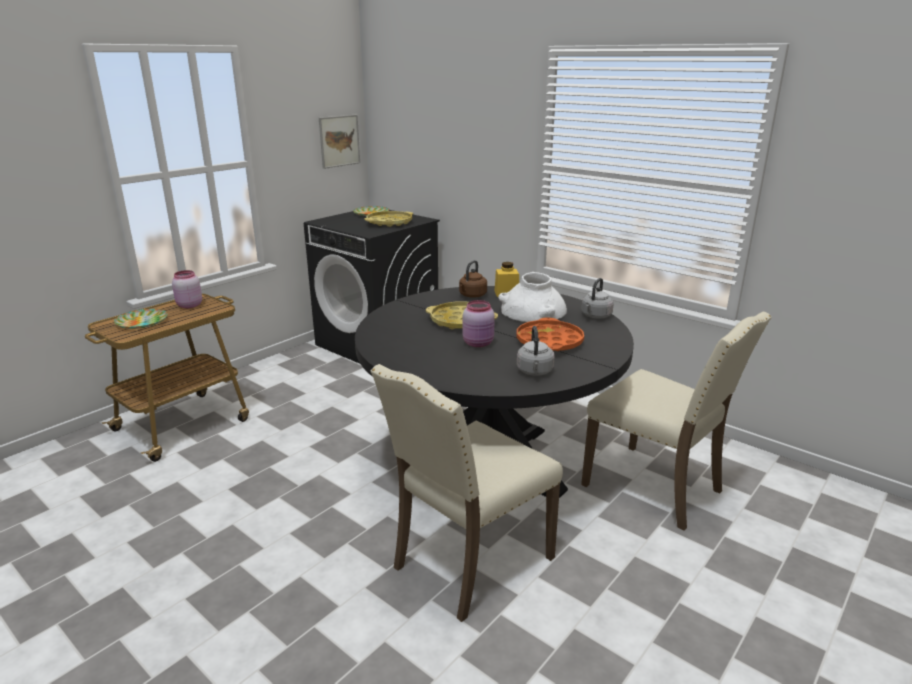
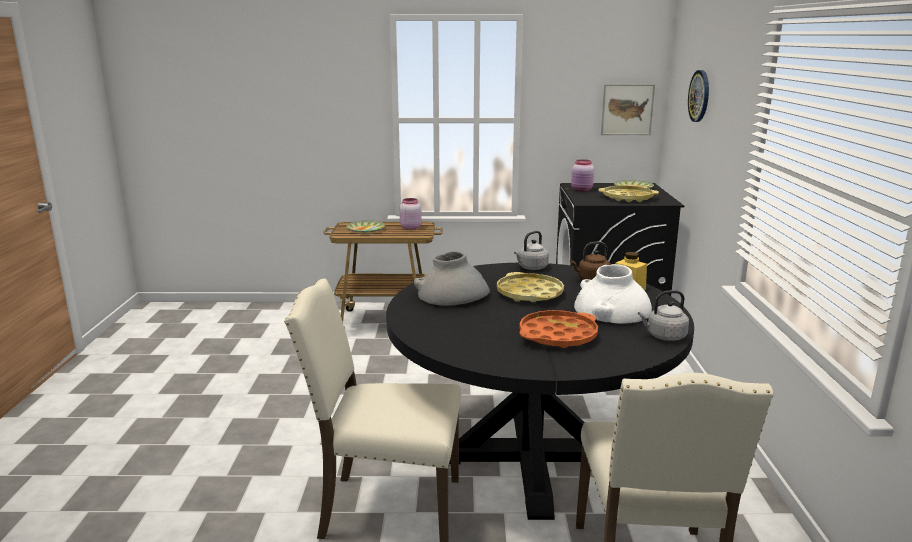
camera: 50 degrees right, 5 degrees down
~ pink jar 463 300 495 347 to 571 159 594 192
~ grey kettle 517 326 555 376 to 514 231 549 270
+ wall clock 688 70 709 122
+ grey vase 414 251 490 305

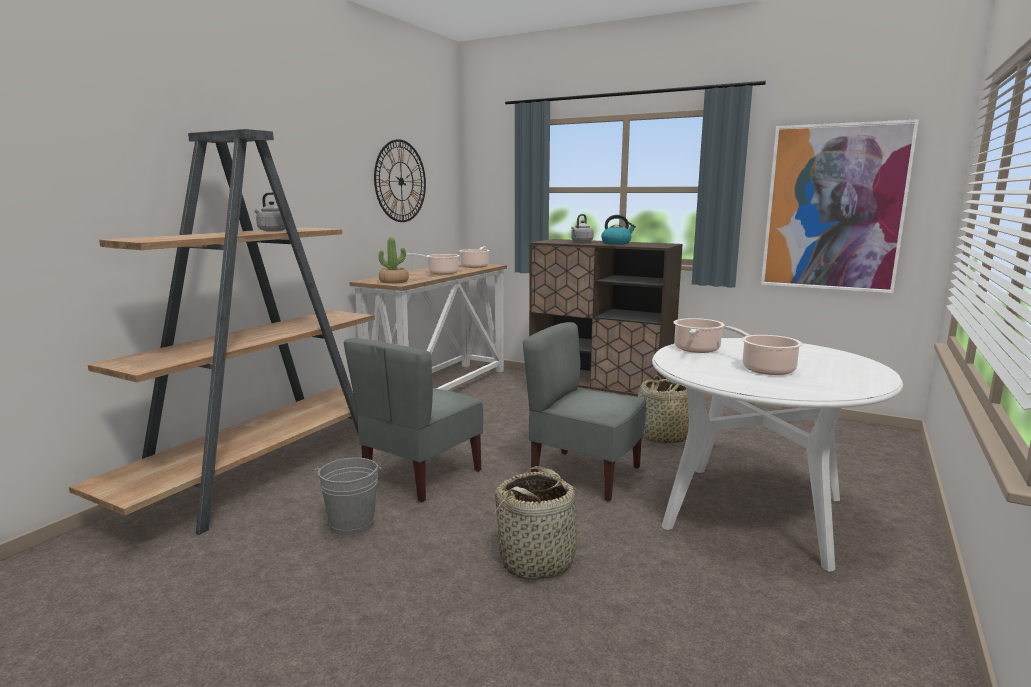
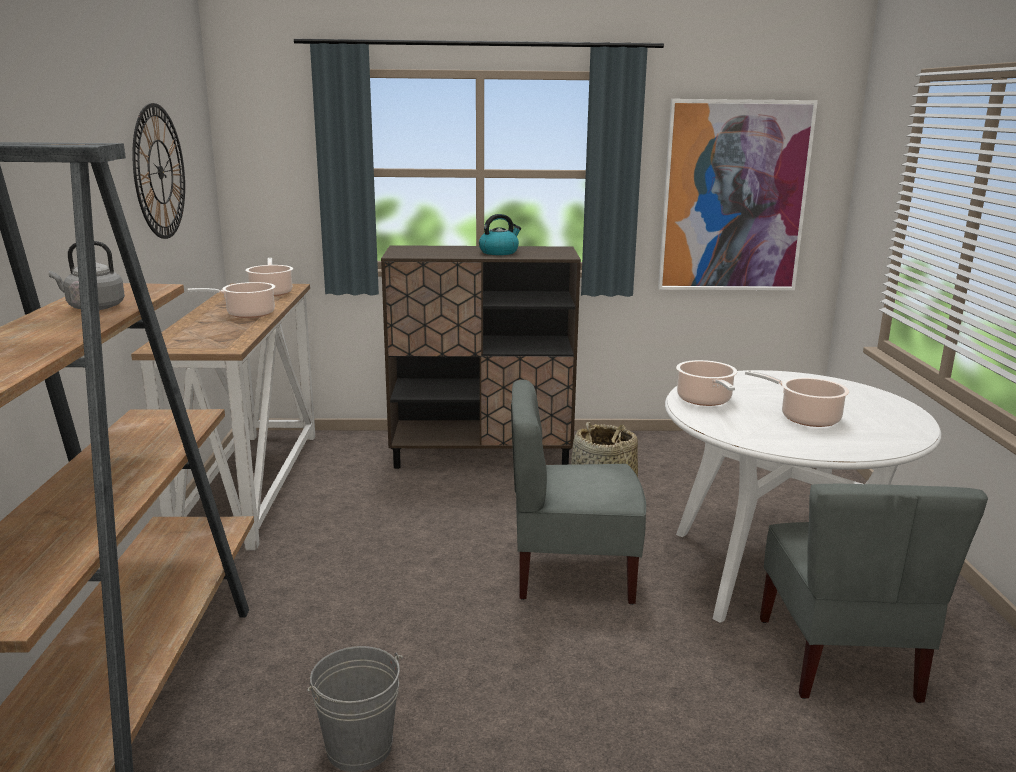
camera: 30 degrees left, 5 degrees up
- grey kettle 571 214 594 242
- potted plant 378 237 409 284
~ grey chair 344 338 483 503 to 760 484 988 703
- basket 491 466 590 580

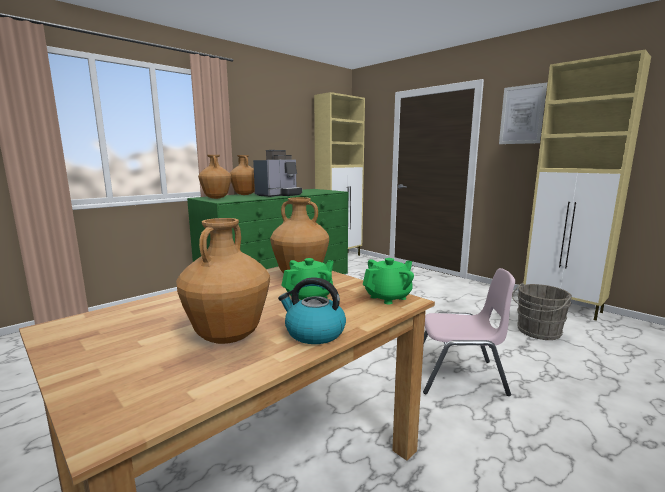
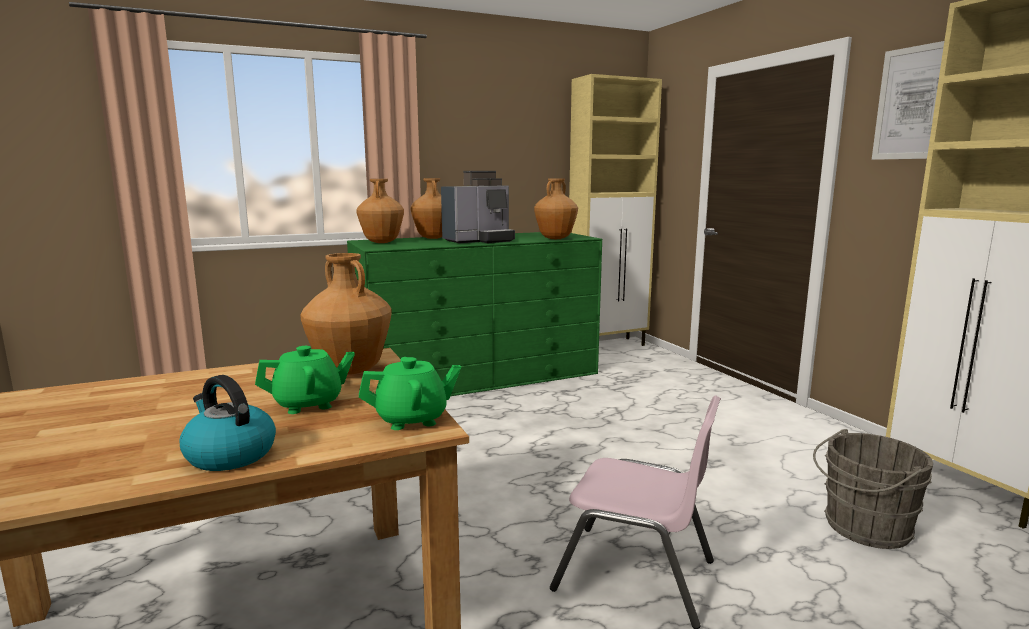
camera: 20 degrees right, 0 degrees up
~ brown vase 176 218 270 344 to 534 178 578 239

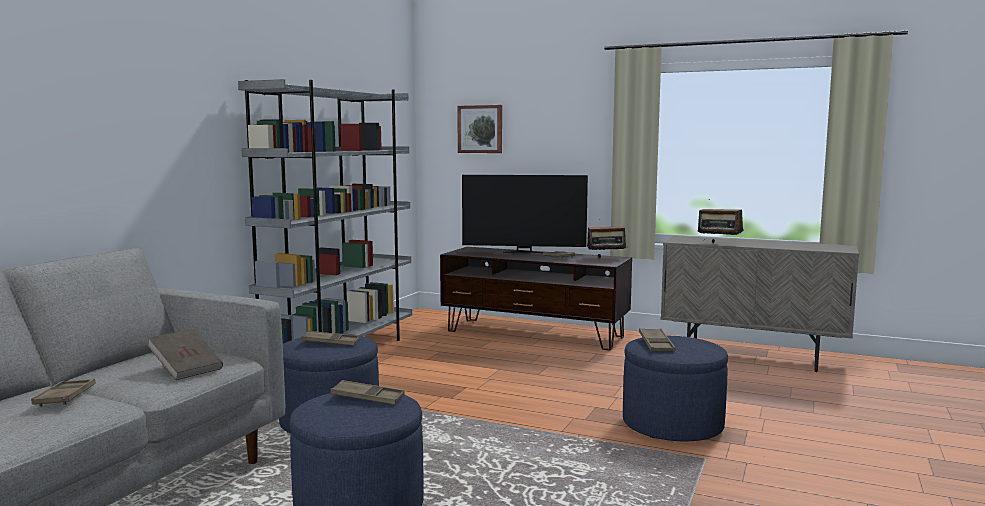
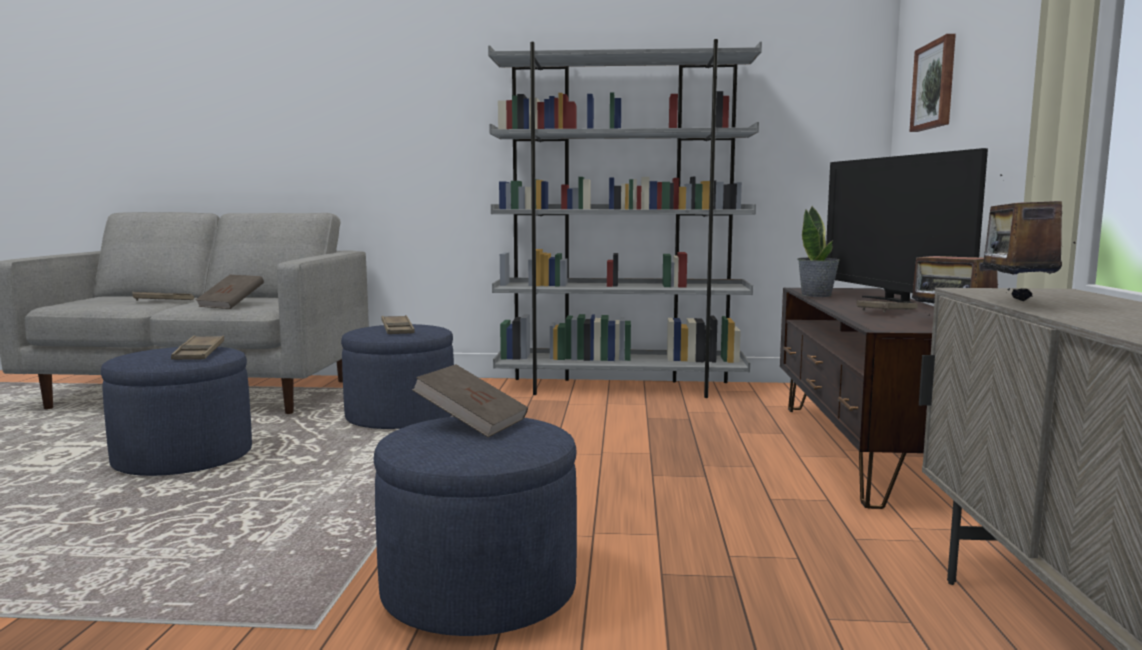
camera: 70 degrees right, 0 degrees up
~ brown tray 639 328 675 351 to brown book 412 364 528 438
+ potted plant 797 206 840 297

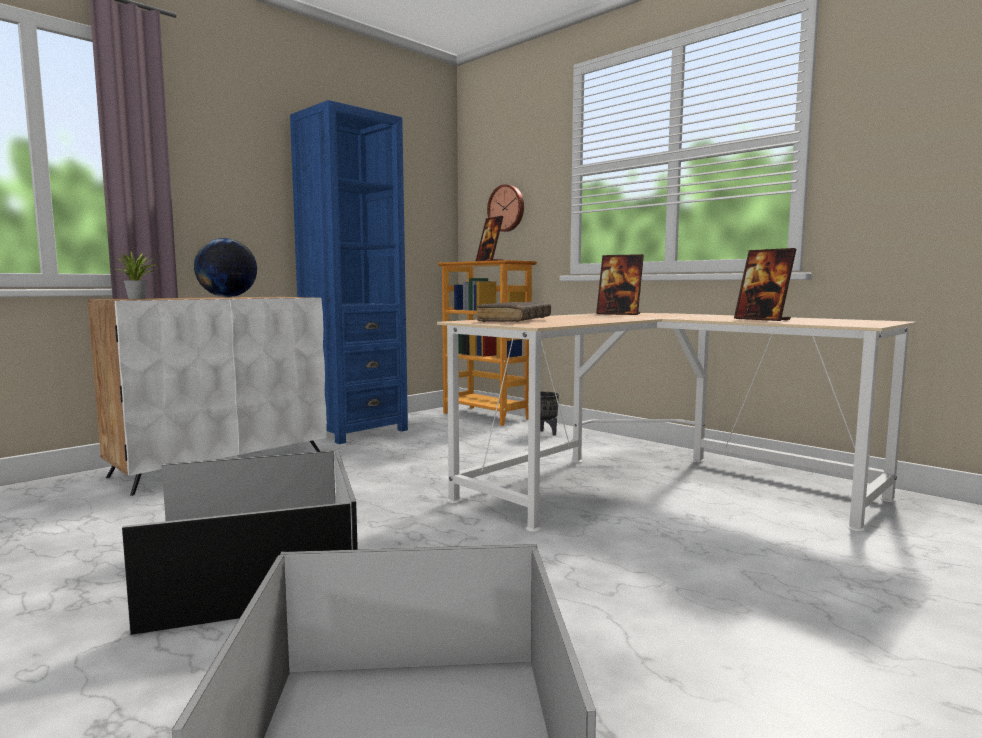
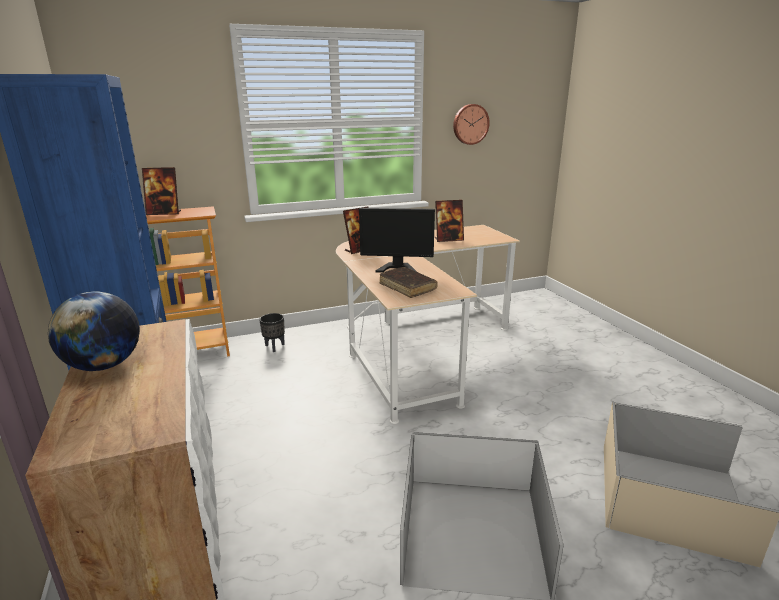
camera: 65 degrees left, 15 degrees up
~ wall clock 487 184 524 232 to 453 104 490 145
- potted plant 114 252 158 299
+ monitor 359 208 435 273

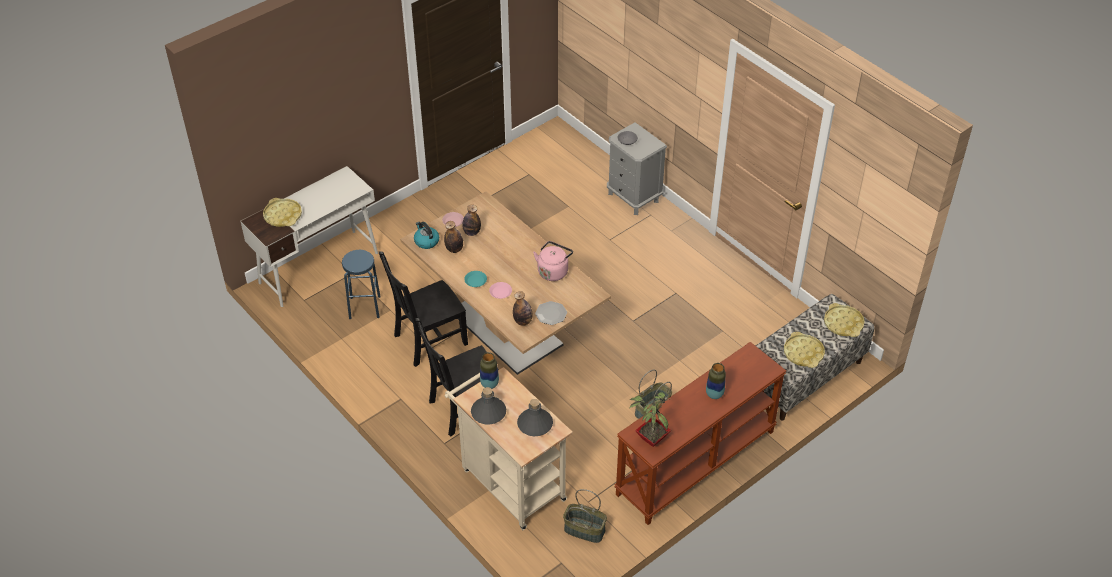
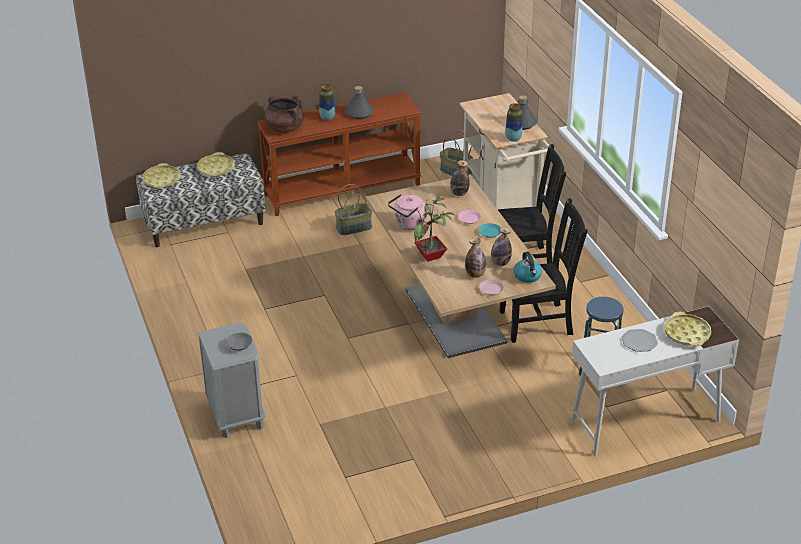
camera: 160 degrees left, 10 degrees down
~ plate 535 301 567 325 to 621 329 658 352
~ potted plant 629 389 672 447 to 414 195 456 262
~ grey bottle 517 399 553 436 to 345 86 374 119
+ brown cooking pot 264 96 304 133

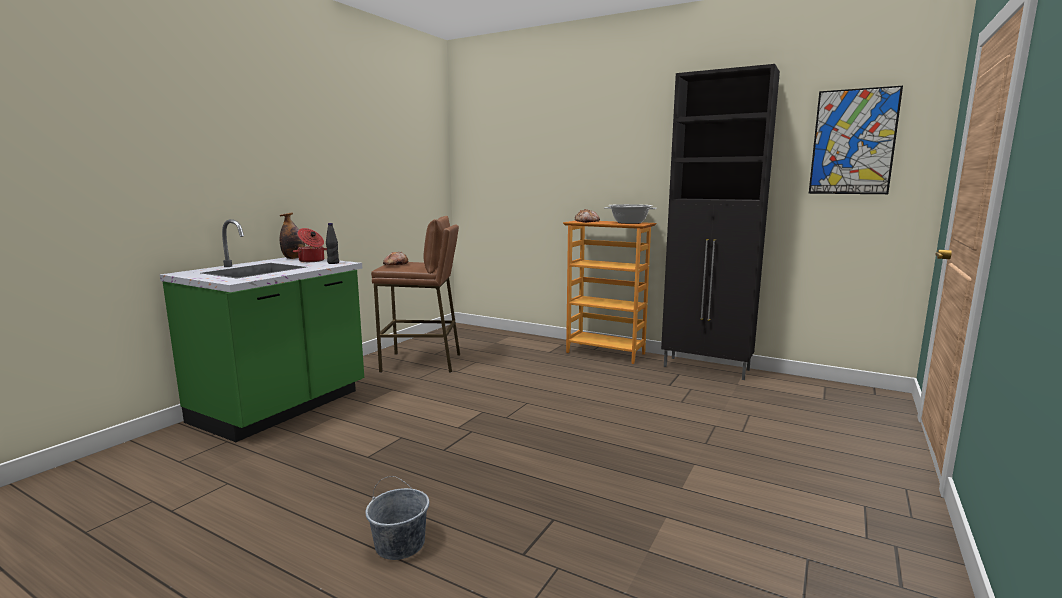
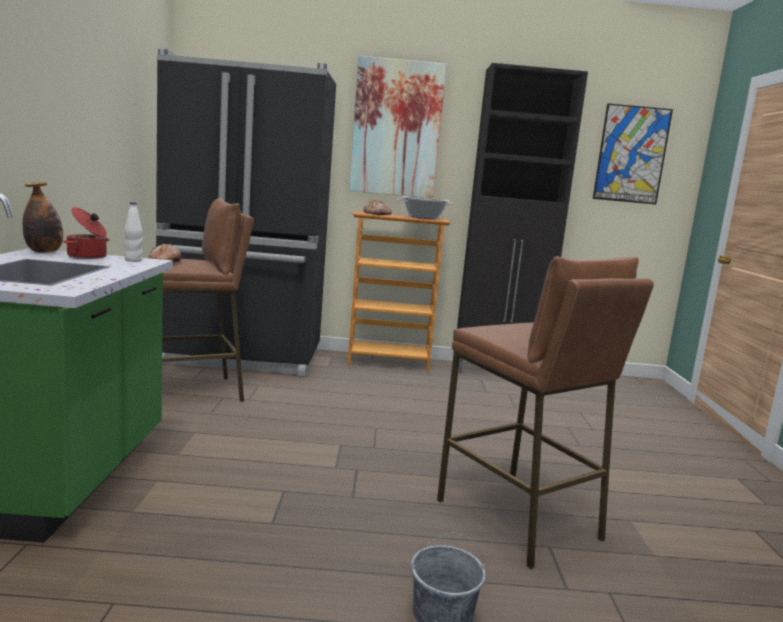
camera: 30 degrees left, 0 degrees up
~ black bottle 326 223 339 264 to white bottle 124 202 143 262
+ black fridge 156 49 336 377
+ picture 349 56 447 198
+ brown stool 437 256 654 569

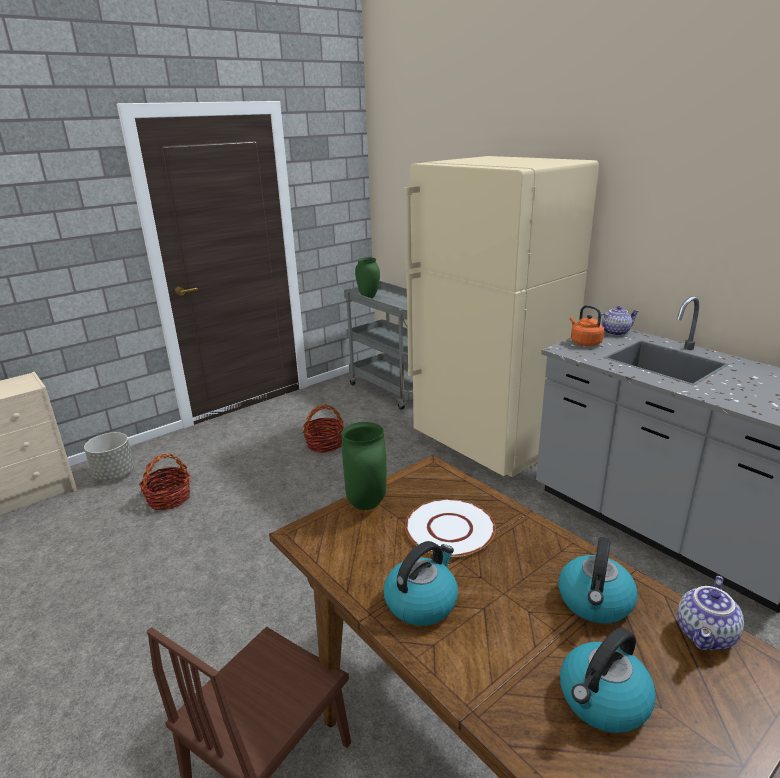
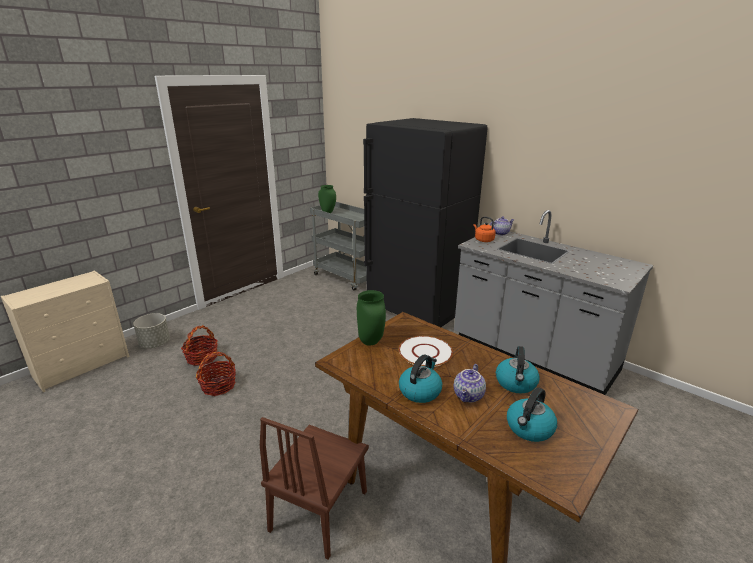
camera: 10 degrees left, 0 degrees up
~ beige fridge 404 156 599 477 to black fridge 363 118 488 327
~ basket 303 404 344 453 to 196 352 236 396
~ teapot 677 576 744 650 to 454 364 486 402

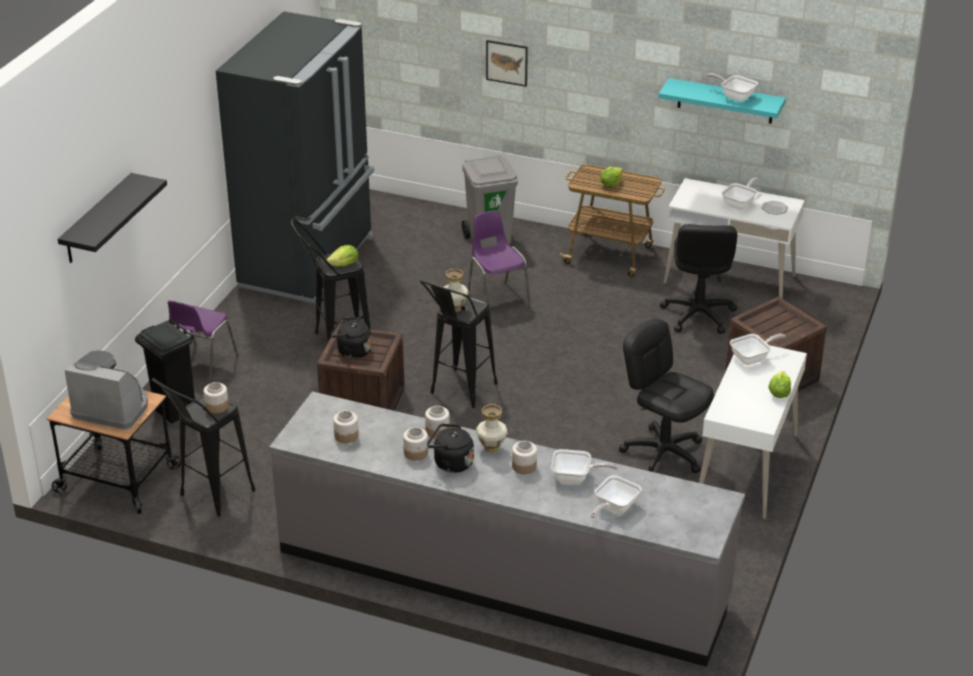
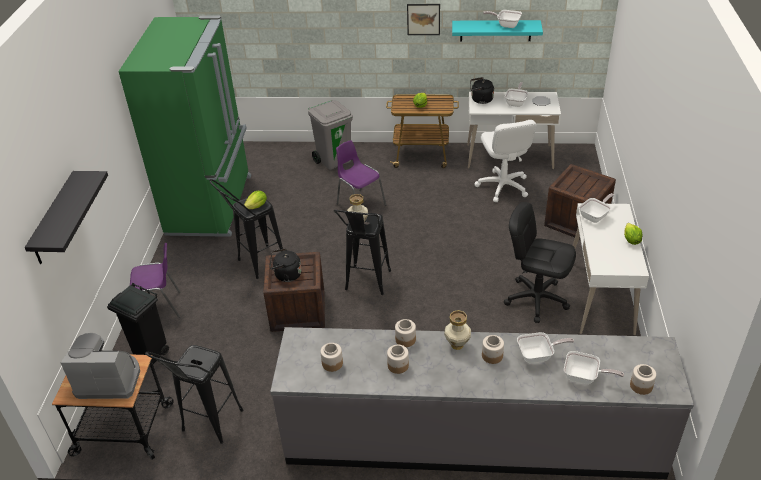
camera: 15 degrees left, 5 degrees up
~ black fridge 216 11 374 304 to green fridge 118 15 251 237
~ picture 486 40 528 87 to 407 4 440 35
~ black office chair 660 224 737 334 to white office chair 475 120 537 202
~ purple chair 167 300 239 384 = 130 243 181 318 105 degrees counterclockwise
~ jar 204 382 229 413 to 630 364 656 395
~ black kettle 427 424 474 473 to 470 77 494 104
~ frying pan 590 475 642 518 = 564 351 624 384 90 degrees counterclockwise

